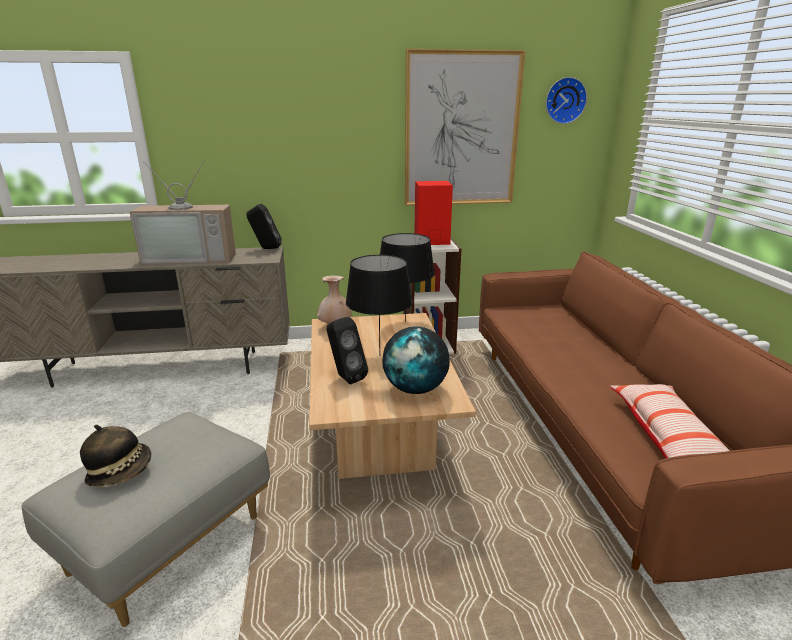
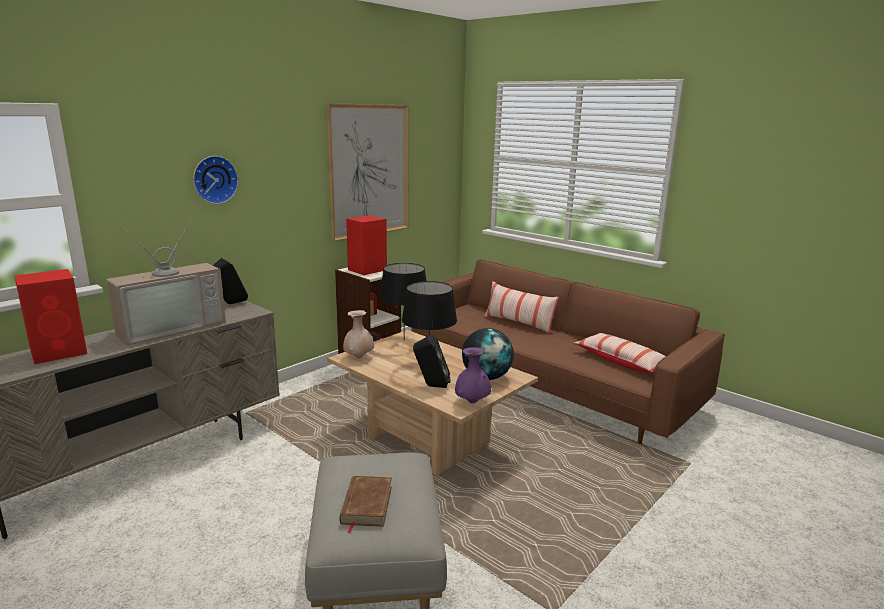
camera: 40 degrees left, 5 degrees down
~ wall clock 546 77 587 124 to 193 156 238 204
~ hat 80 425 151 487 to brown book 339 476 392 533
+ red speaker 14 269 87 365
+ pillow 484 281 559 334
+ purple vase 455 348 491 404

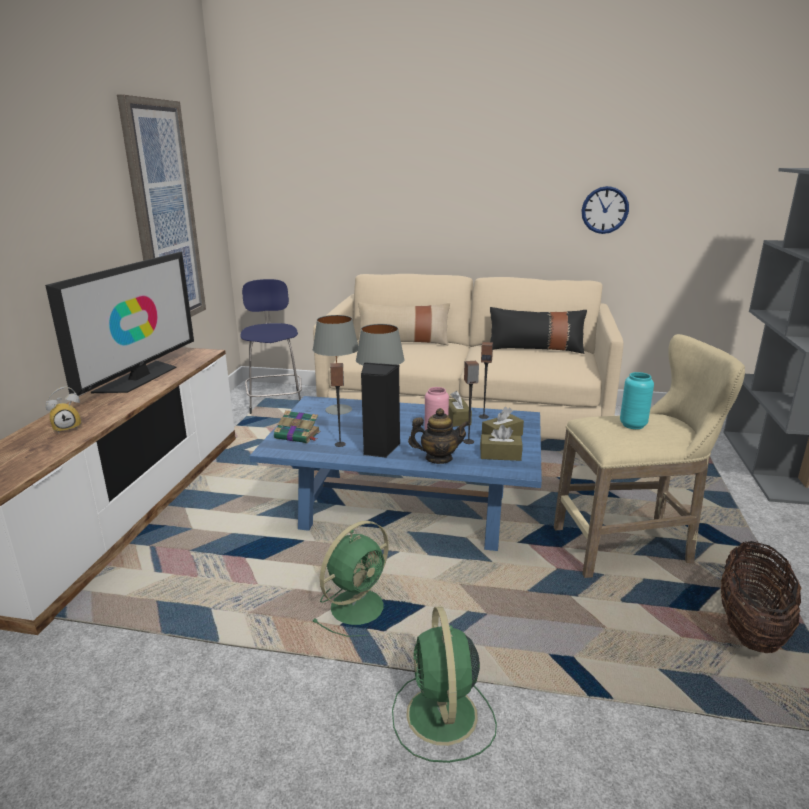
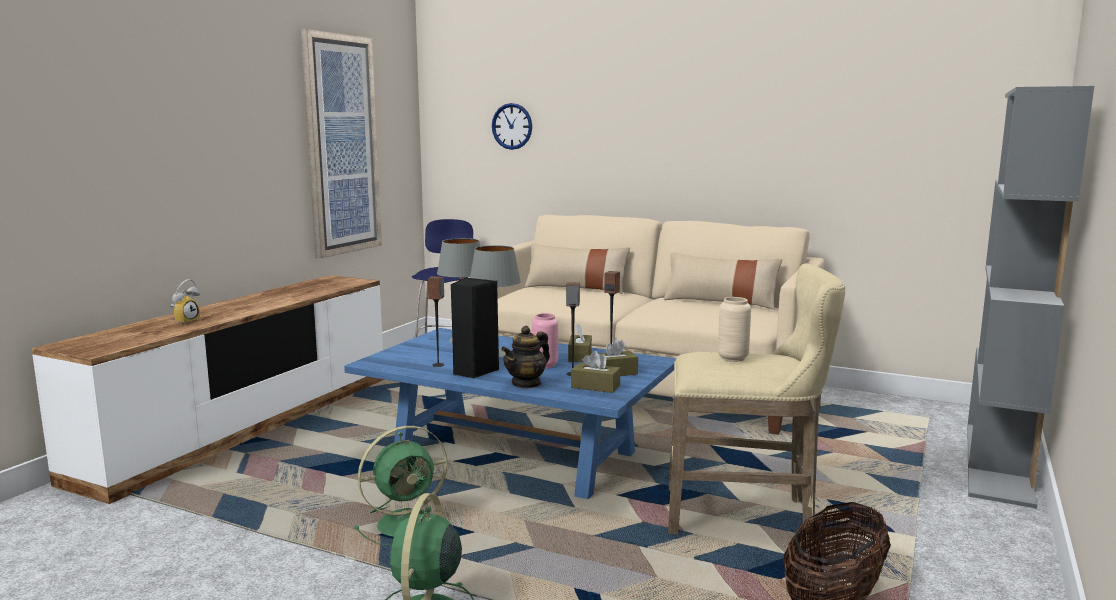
camera: 15 degrees right, 10 degrees down
~ wall clock 582 186 629 234 to 492 103 532 150
- television 45 252 194 396
~ black pillow 490 307 587 354 to beige pillow 663 252 782 310
~ turquoise vase 620 372 654 429 to beige vase 718 297 751 362
~ alarm clock 46 386 81 433 = 170 279 200 324 45 degrees counterclockwise
~ teapot 408 408 470 464 = 501 326 550 389 120 degrees clockwise
- book 274 410 320 444

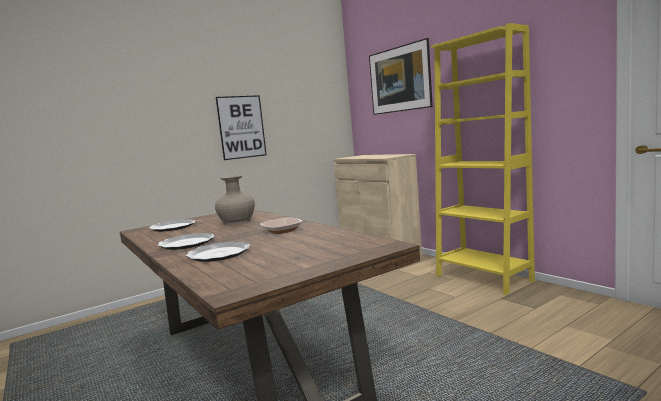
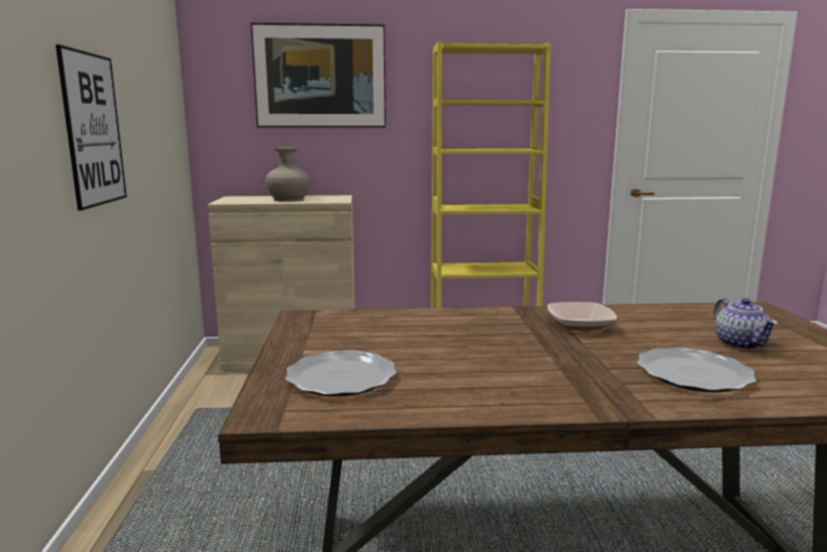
camera: 60 degrees left, 5 degrees up
~ beige vase 215 175 255 225 to 266 148 310 202
- plate 158 233 214 250
+ teapot 714 298 778 350

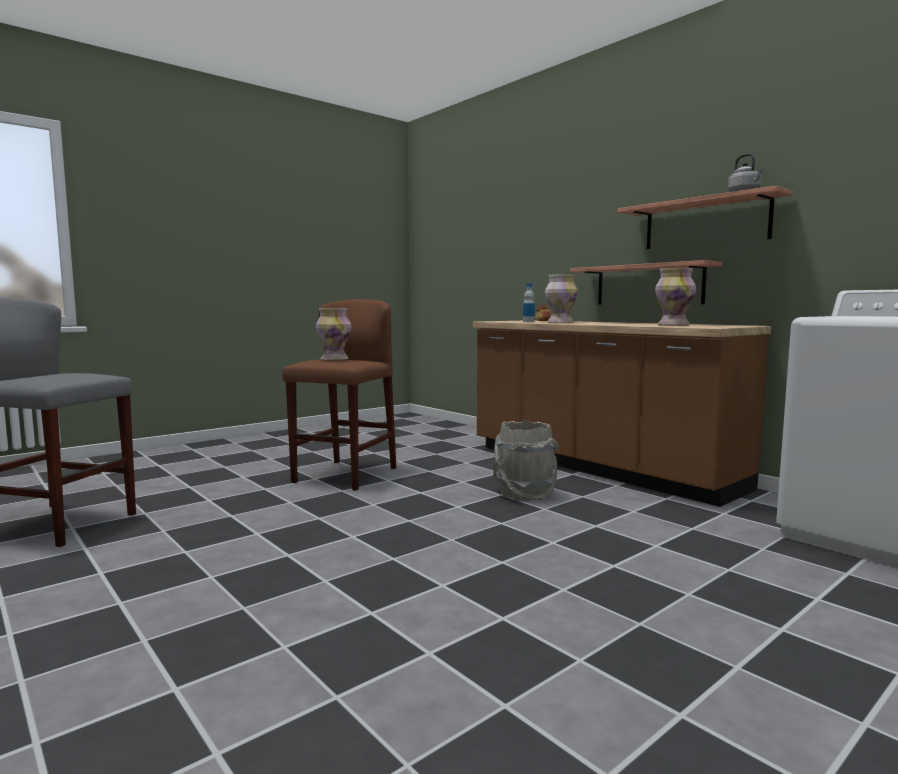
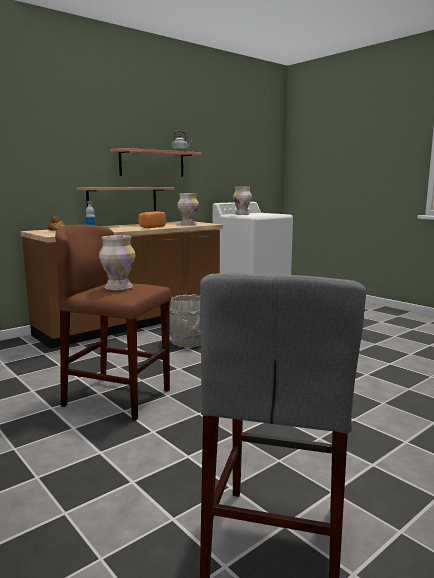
camera: 90 degrees left, 5 degrees up
~ vase 545 274 578 323 to 233 187 252 215
+ bread 138 212 166 228

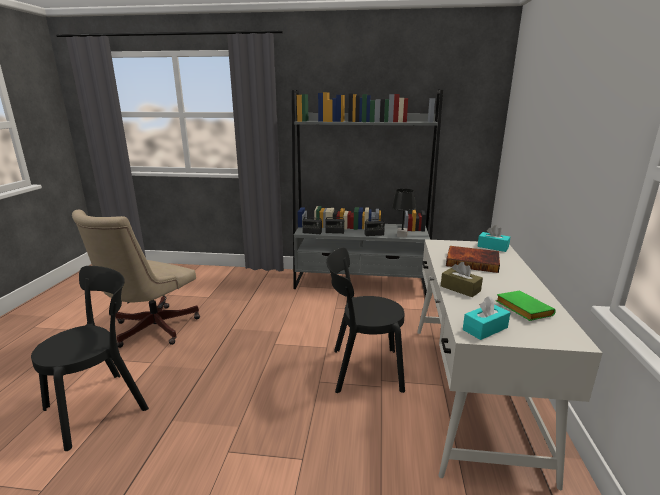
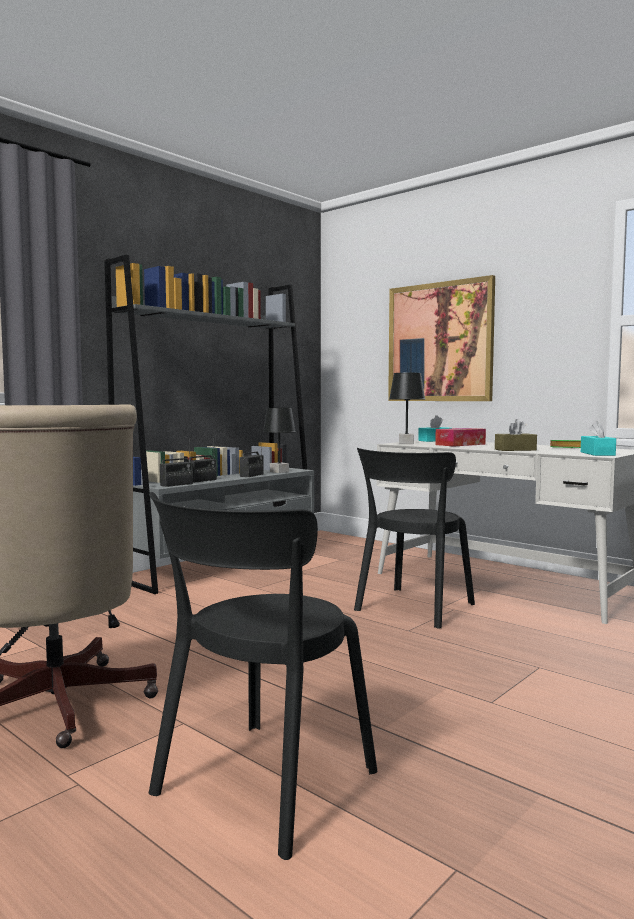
camera: 55 degrees left, 15 degrees down
~ book 446 246 500 273 to tissue box 435 428 486 447
~ black chair 31 266 149 451 = 149 492 377 860 135 degrees counterclockwise
+ picture 388 275 495 401
+ black table lamp 389 373 425 444

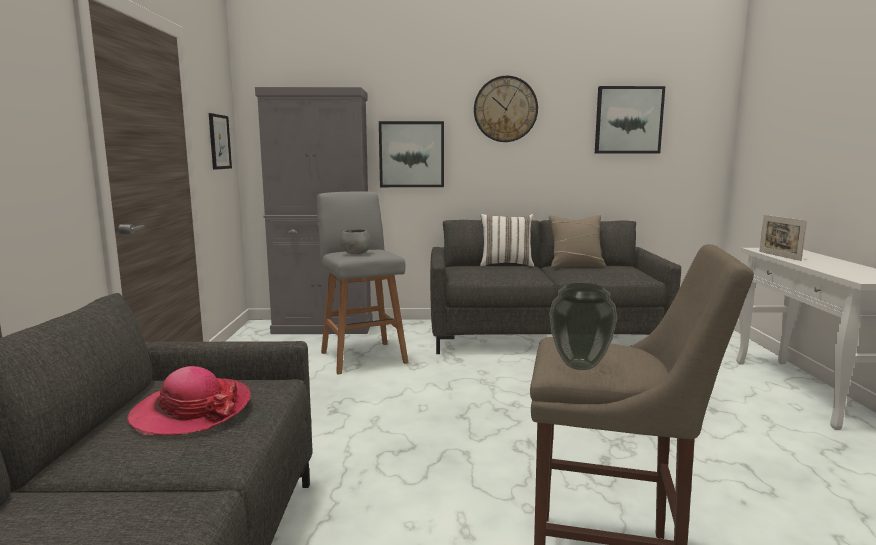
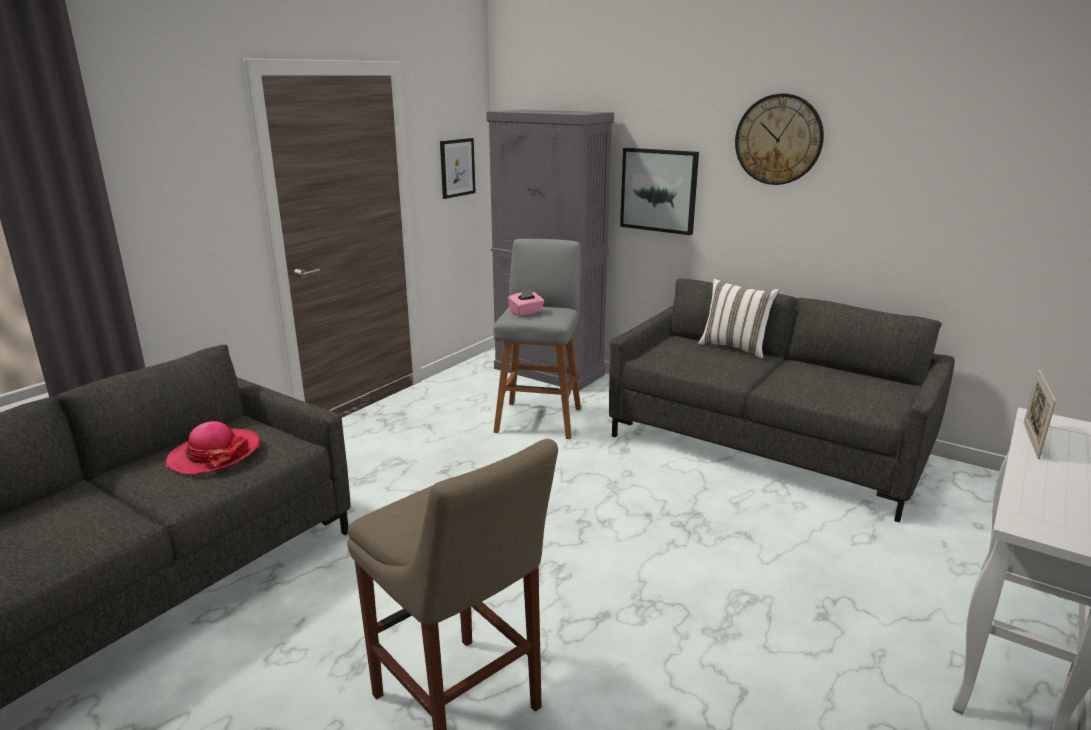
camera: 35 degrees right, 10 degrees up
- picture 595 86 665 154
- beige pillow 549 215 606 268
~ grey bowl 341 229 371 254 to pink tissue box 508 289 544 317
- vase 549 283 617 370

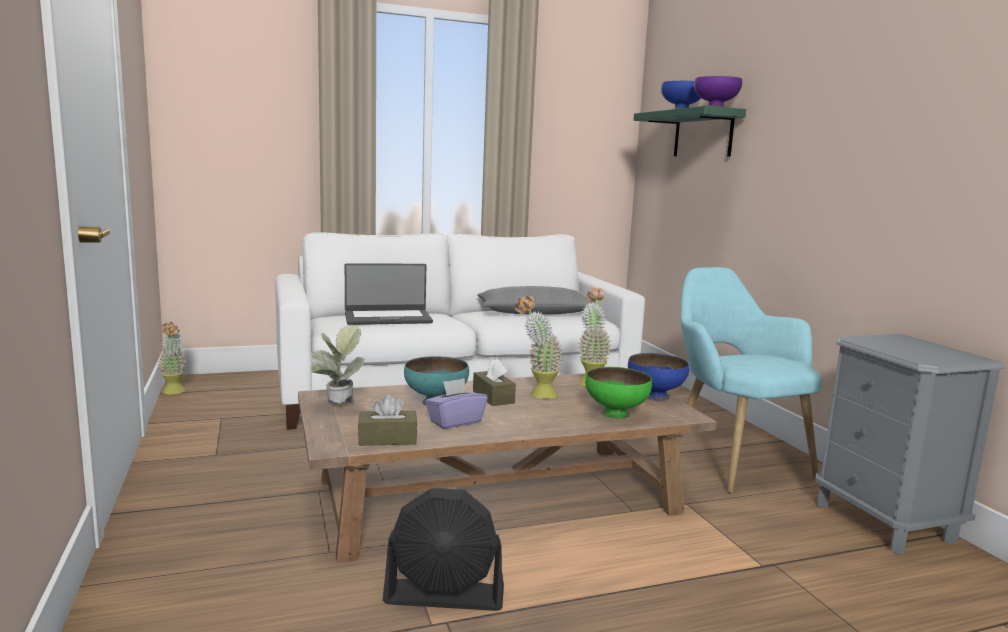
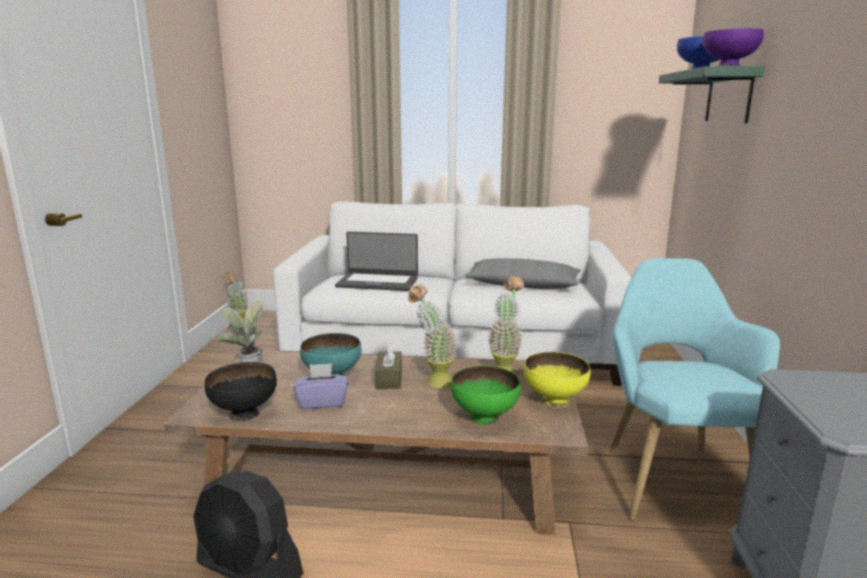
camera: 25 degrees right, 5 degrees up
~ blue bowl 628 353 689 401 to yellow bowl 524 352 590 408
~ brown tissue box 358 394 417 446 to black bowl 205 362 277 421

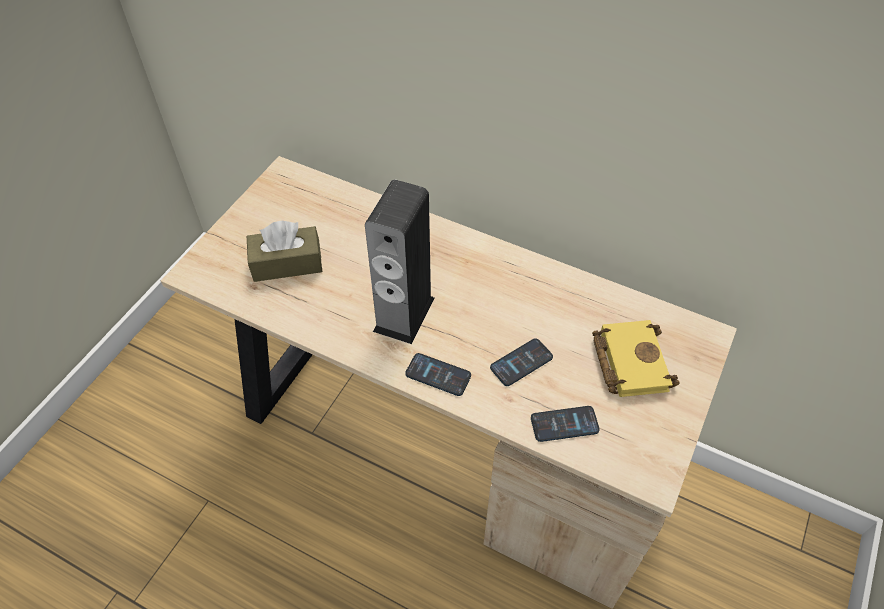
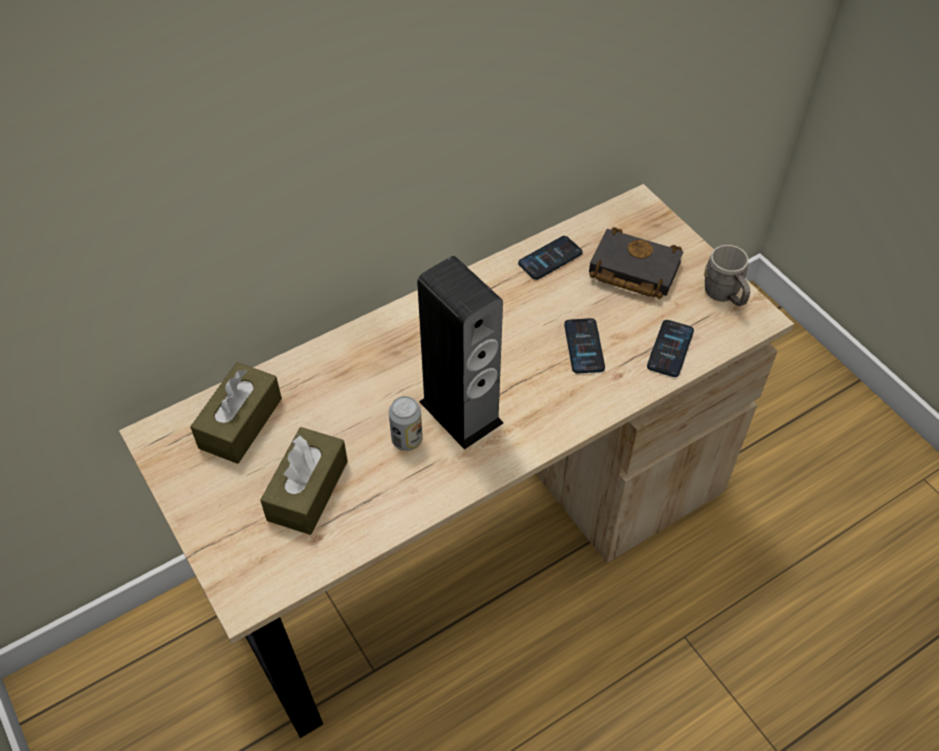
camera: 60 degrees left, 0 degrees up
~ yellow book 592 320 680 397 to black book 589 227 683 299
~ phone 405 353 471 396 to 518 236 583 280
+ grey mug 704 245 750 306
+ brown tissue box 190 362 282 464
+ can 389 396 423 451

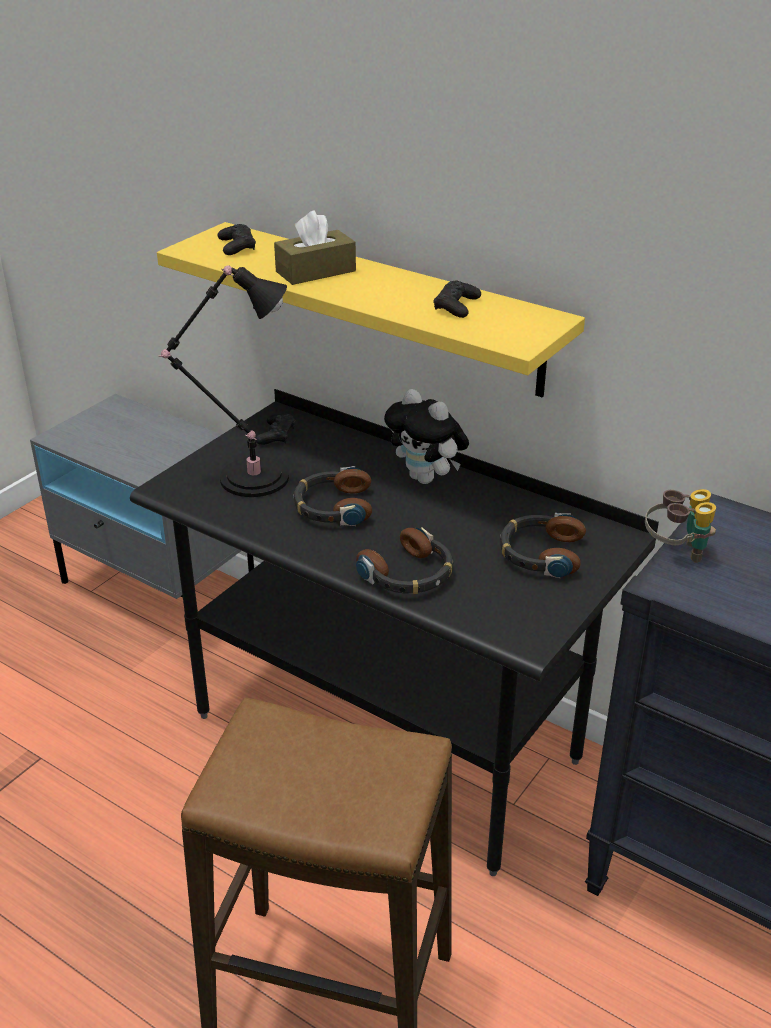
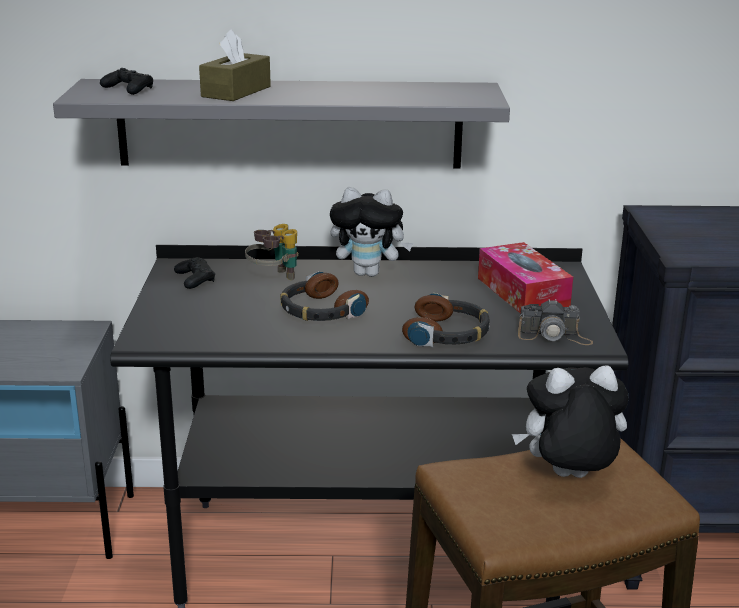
camera: 35 degrees left, 10 degrees down
~ yellow shelf 157 222 585 397 to grey shelf 53 79 510 169
- black table lamp 158 266 289 497
- black game controller 434 280 481 318
~ binoculars 645 489 716 563 to 245 224 299 280
~ headphones 500 513 586 578 to tissue box 478 242 573 314
+ photo camera 518 299 593 345
+ plush toy 512 365 629 478

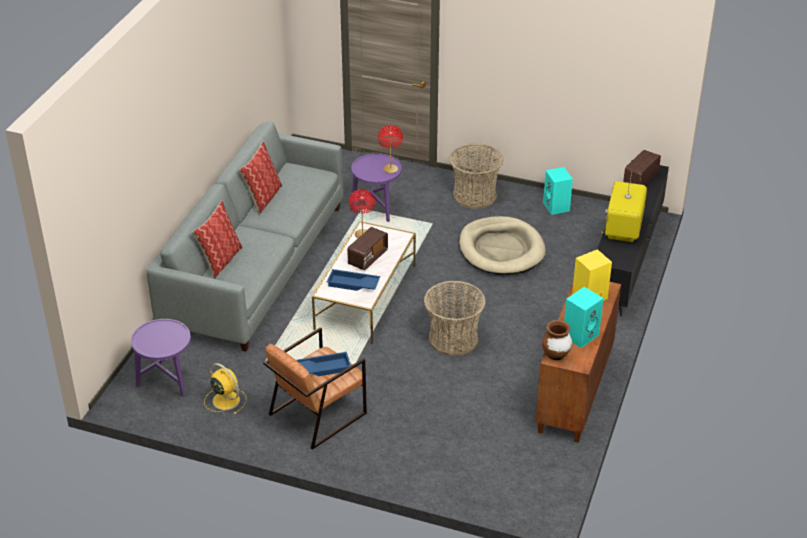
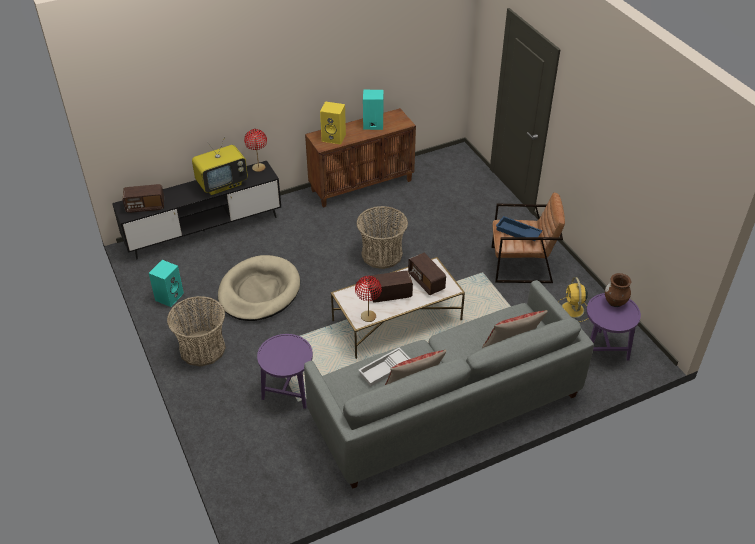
camera: 135 degrees left, 5 degrees up
~ red table lamp 378 125 403 173 to 244 129 267 172
~ blue tray 327 269 380 291 to radio 408 253 446 295
~ brown vase 542 320 572 360 to 605 273 631 307
+ white tray 359 347 410 386

